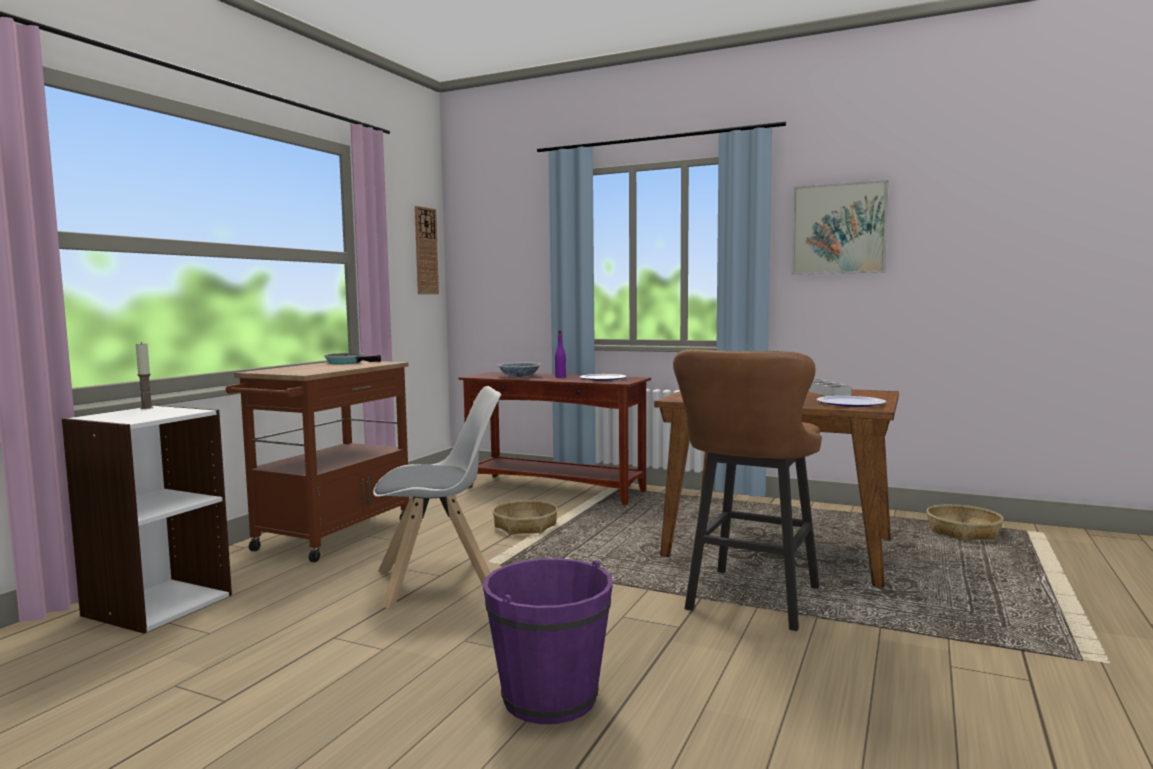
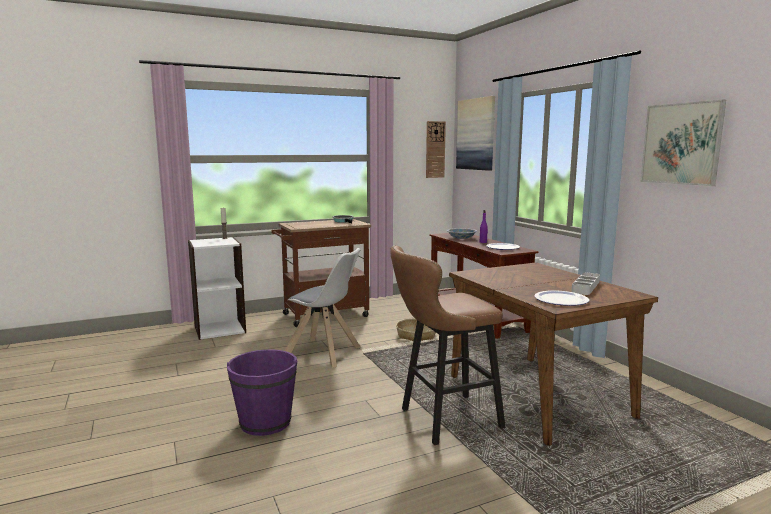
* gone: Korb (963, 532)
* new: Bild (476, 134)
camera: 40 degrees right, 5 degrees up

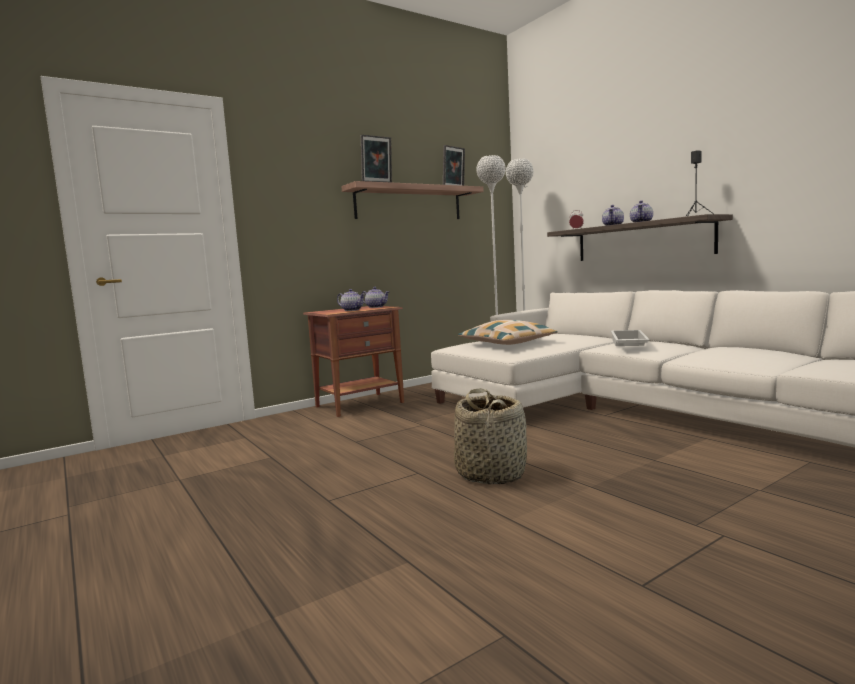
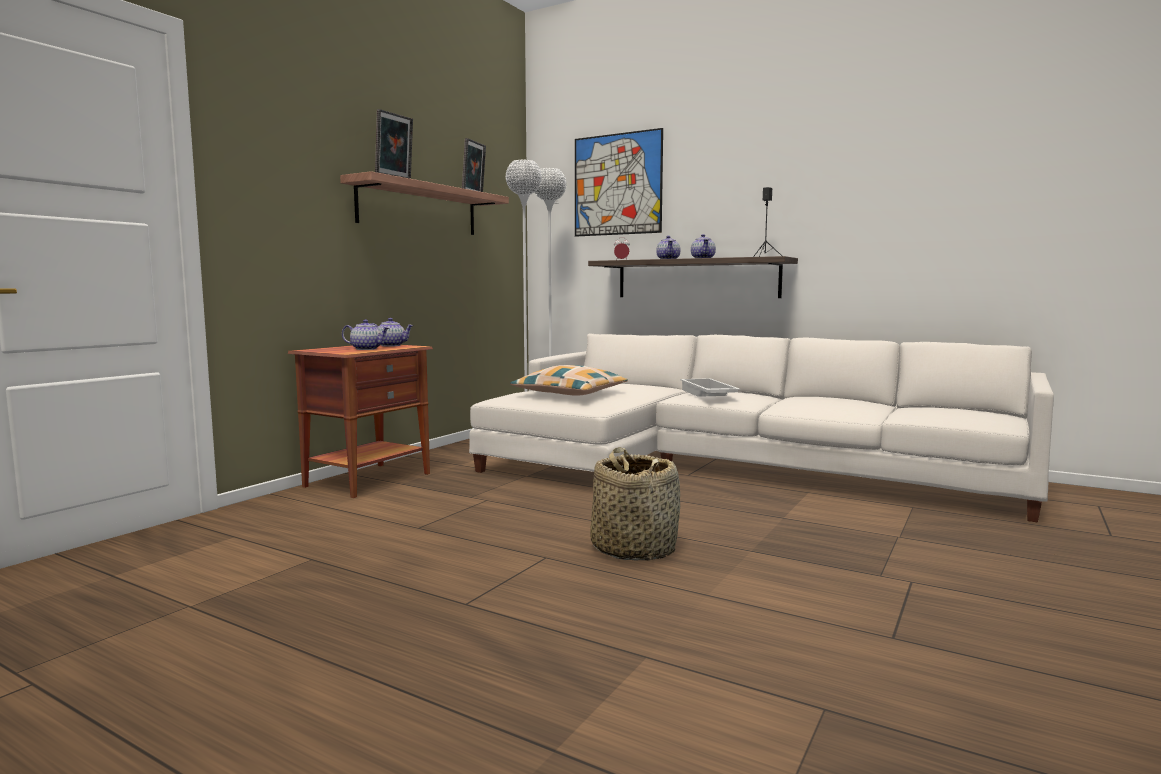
* new: Bild (617, 184)
camera: 25 degrees left, 0 degrees up

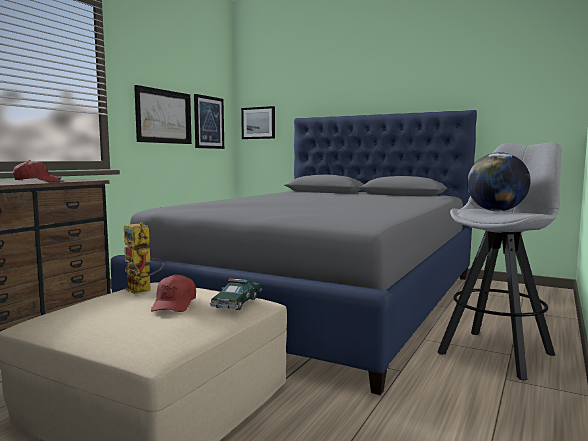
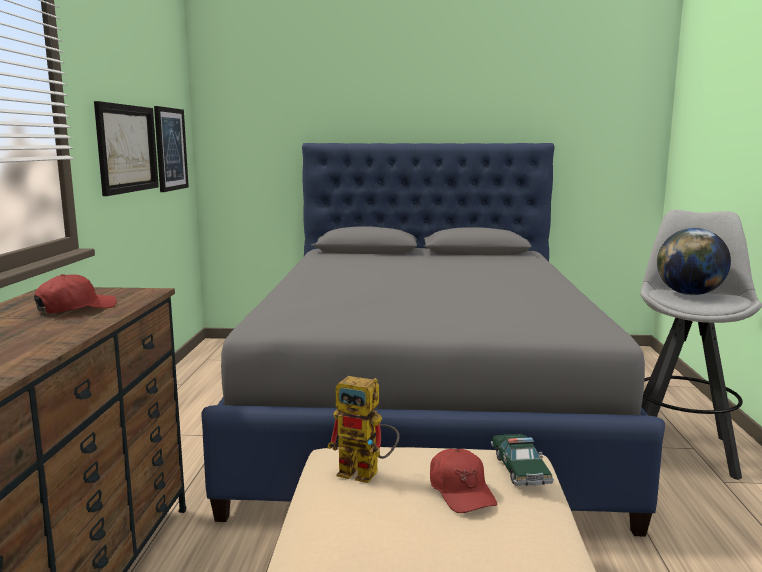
* gone: Bild (258, 123)
camera: 25 degrees left, 5 degrees up

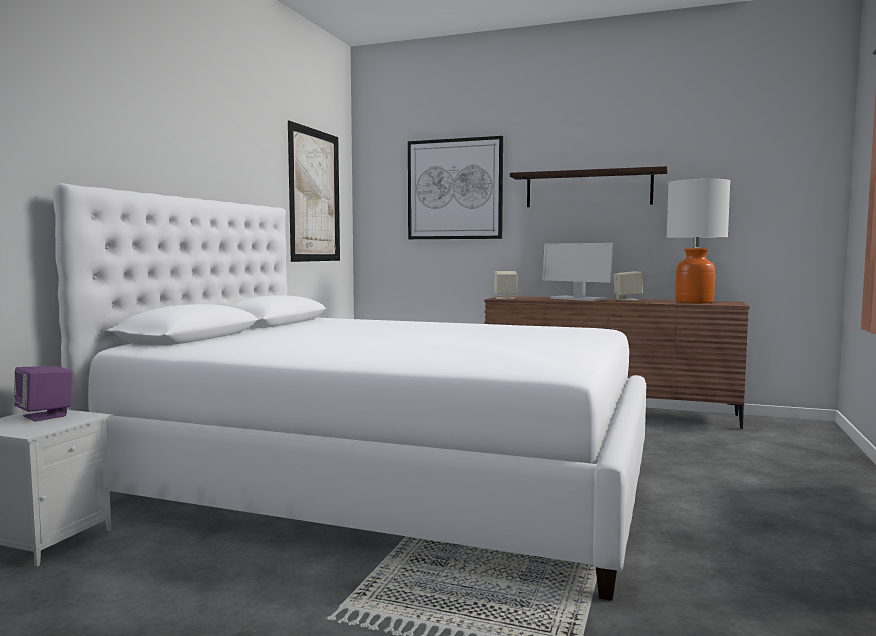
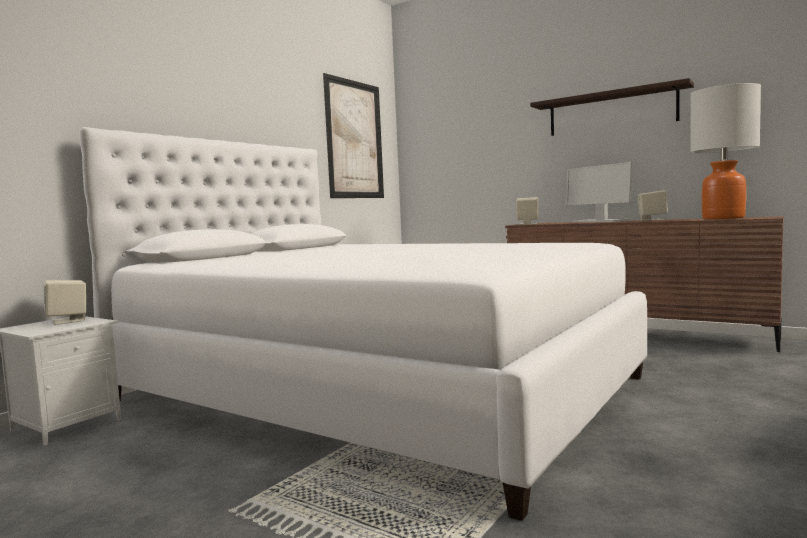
* repainted: Lautsprecher [lila] (45, 416) to Lautsprecher [beige] (68, 321)
* gone: Bild (454, 189)
camera: 15 degrees right, 0 degrees up

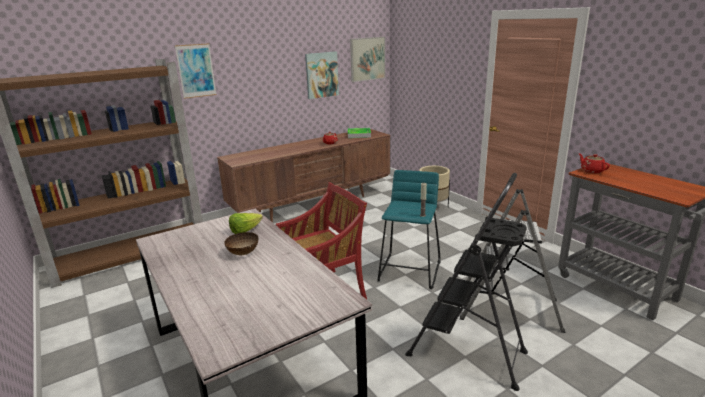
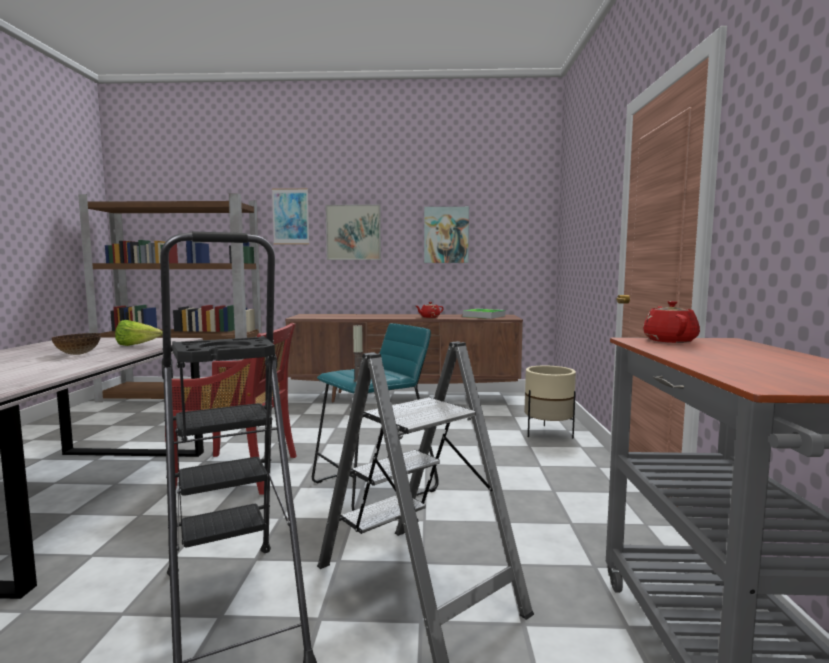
* shifted: Bild (367, 59) to (353, 232)
camera: 35 degrees right, 15 degrees down

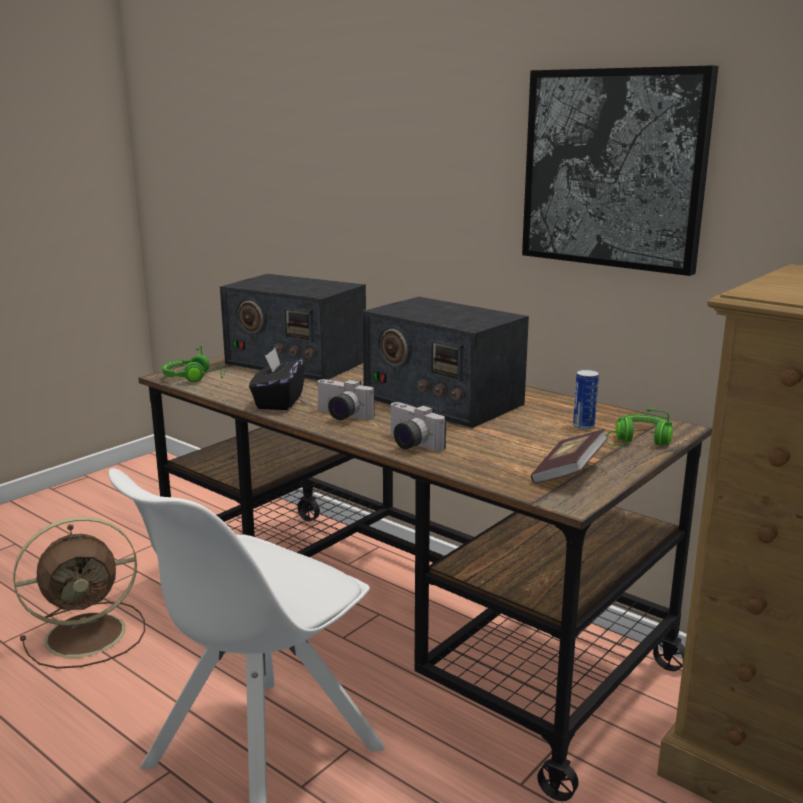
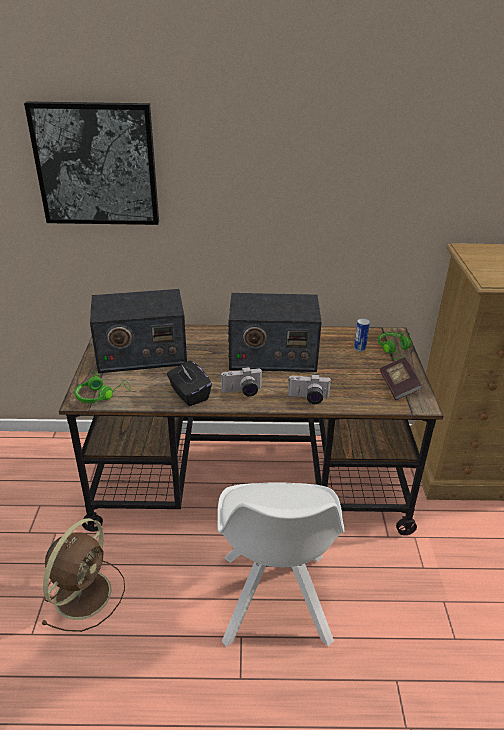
* shifted: Bild (614, 169) to (96, 164)
camera: 40 degrees left, 15 degrees up

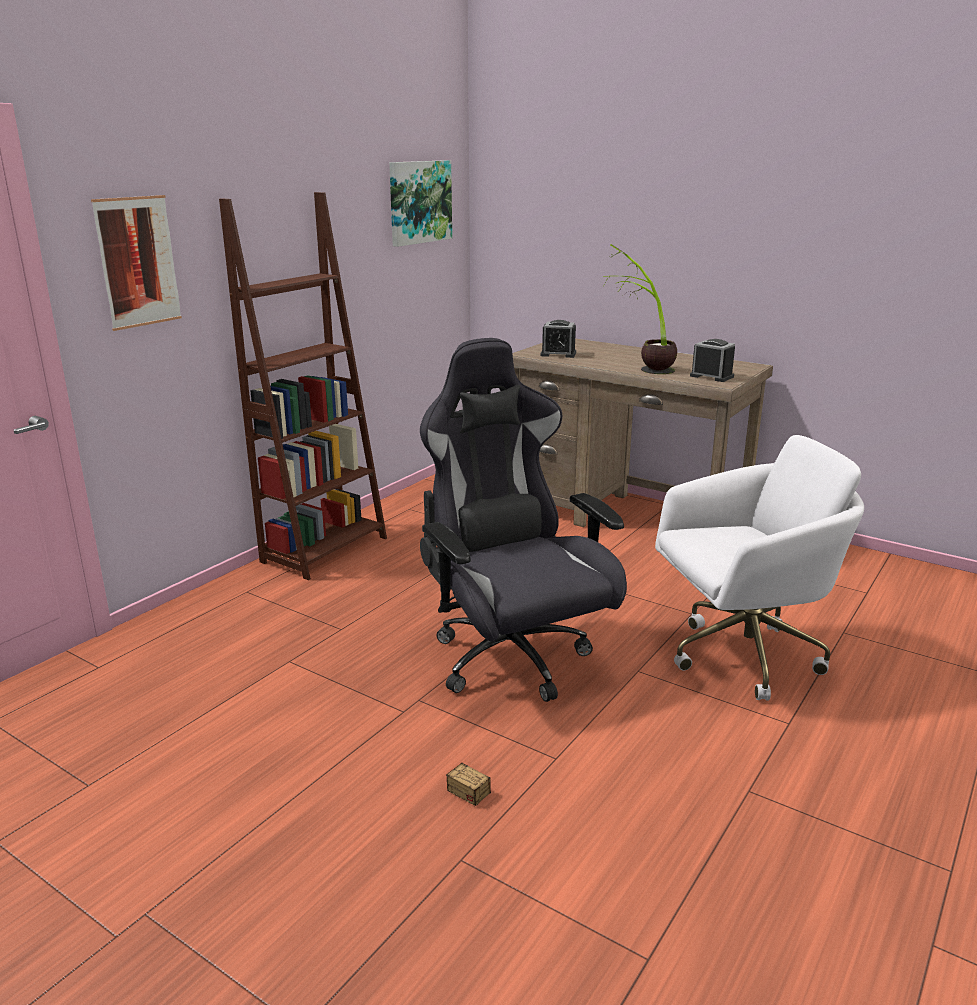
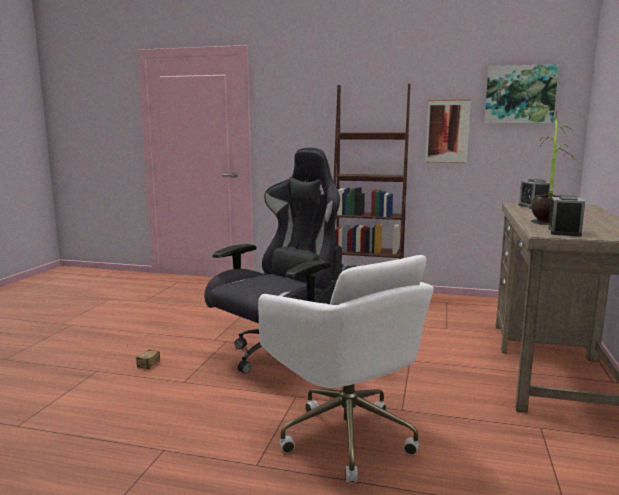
* shifted: Bild (138, 262) to (447, 131)
camera: 70 degrees right, 10 degrees down

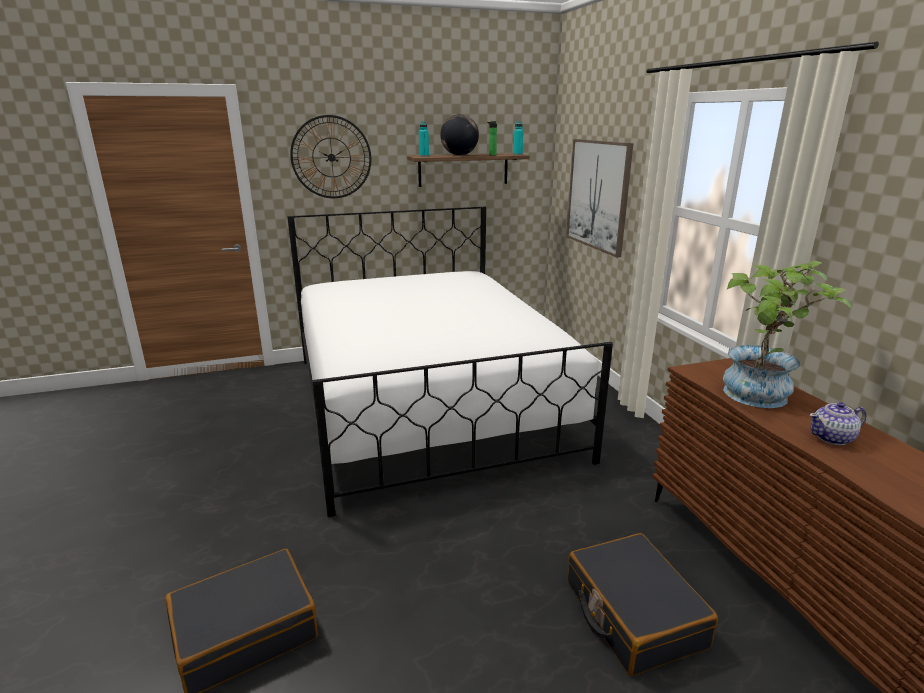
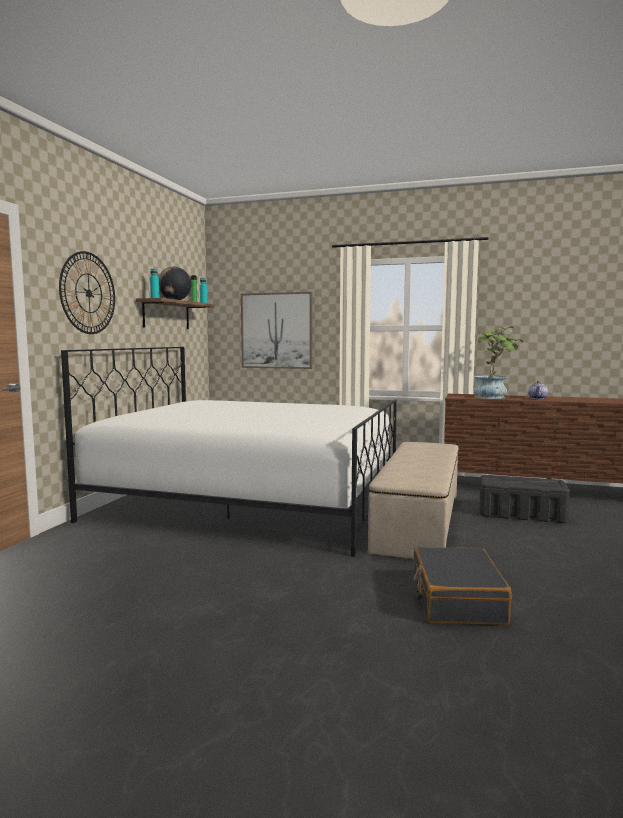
* swapped: Koffer [schwarz] (633, 614) to Aufbewahrungsbox [schwarz] (522, 514)
* new: Bank [beige] (418, 519)
camera: 55 degrees left, 15 degrees down

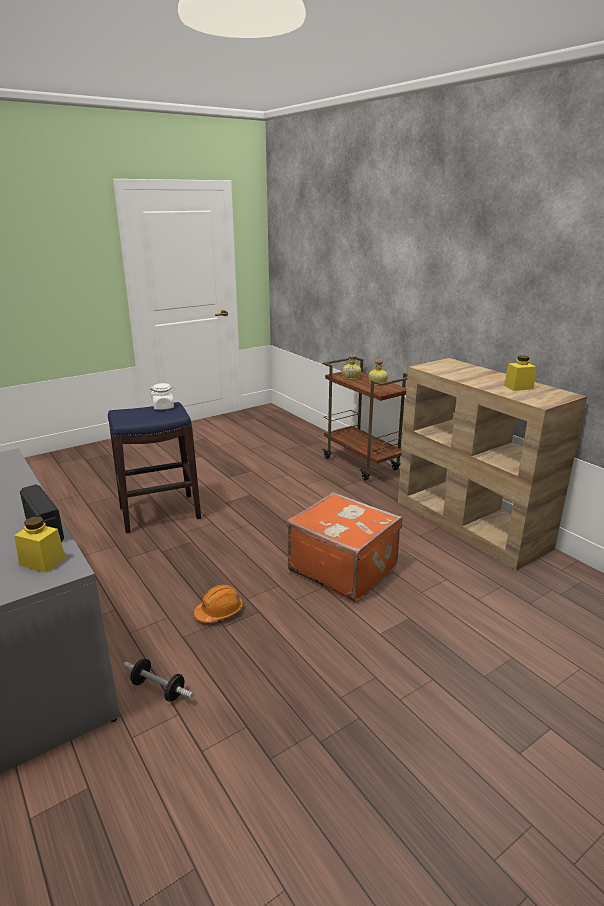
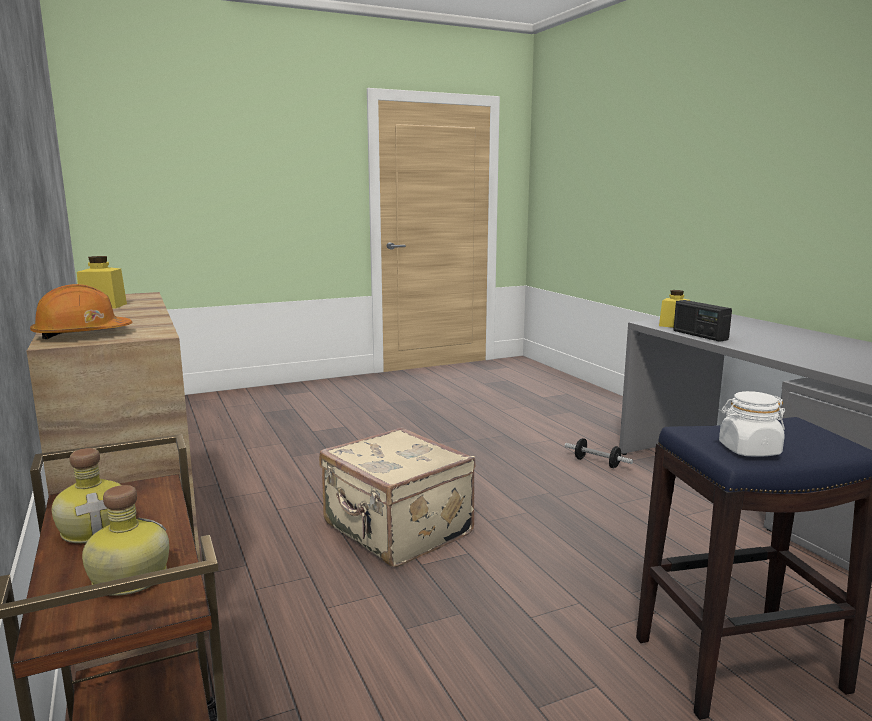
* shifted: Schutzhelm [orange] (219, 612) to (82, 335)
* repainted: Koffer [orange] (343, 568) to Koffer [beige] (396, 531)
camera: 170 degrees left, 10 degrees down

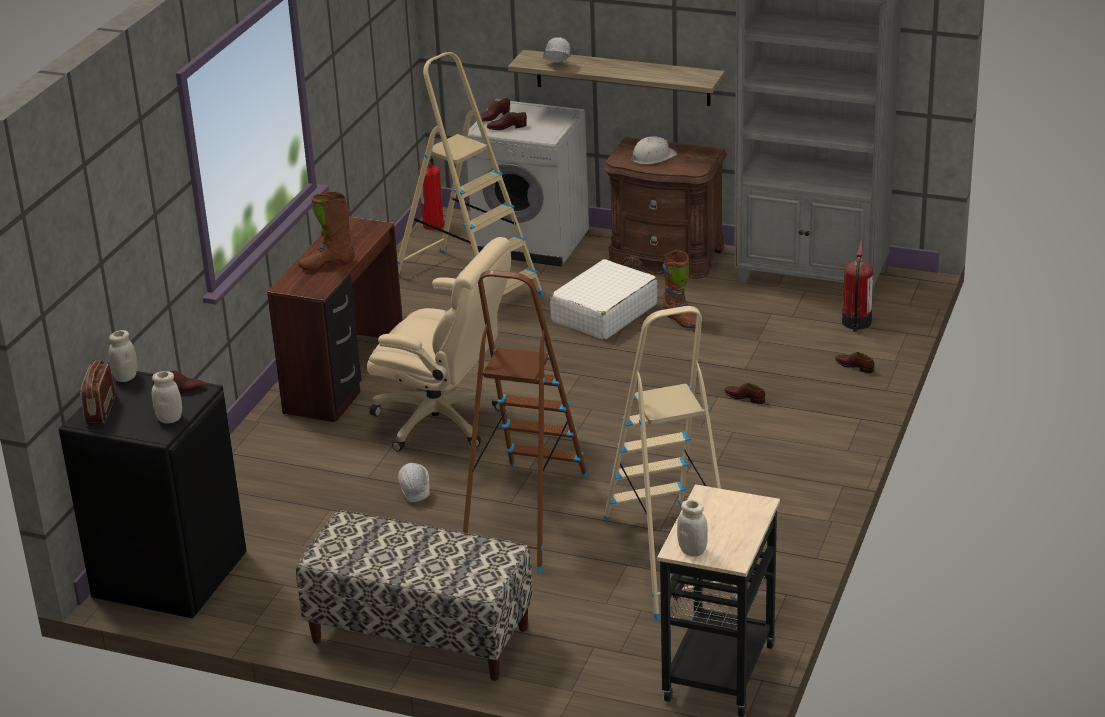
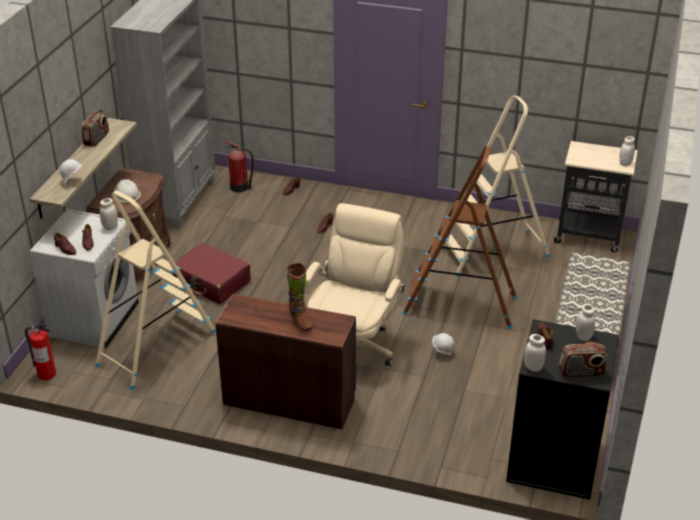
* repainted: Koffer [weiß] (604, 313) to Koffer [rot] (212, 282)
* gone: Stiefel [braun] (682, 320)
* new: Radio (96, 139)
* new: Vorratsglas [weiß] (110, 227)
camera: 95 degrees left, 5 degrees up

